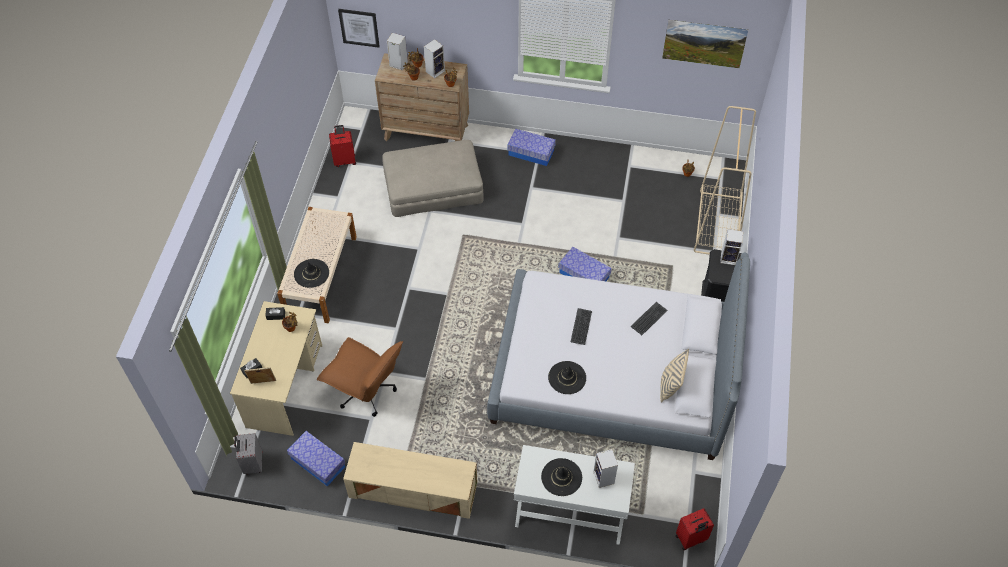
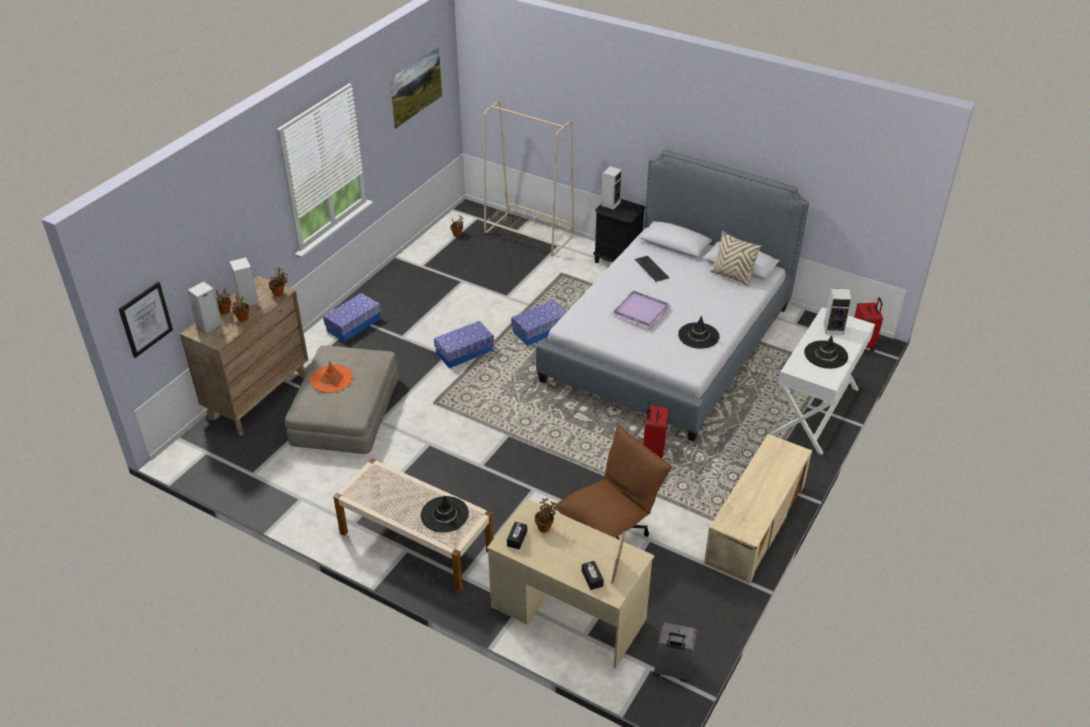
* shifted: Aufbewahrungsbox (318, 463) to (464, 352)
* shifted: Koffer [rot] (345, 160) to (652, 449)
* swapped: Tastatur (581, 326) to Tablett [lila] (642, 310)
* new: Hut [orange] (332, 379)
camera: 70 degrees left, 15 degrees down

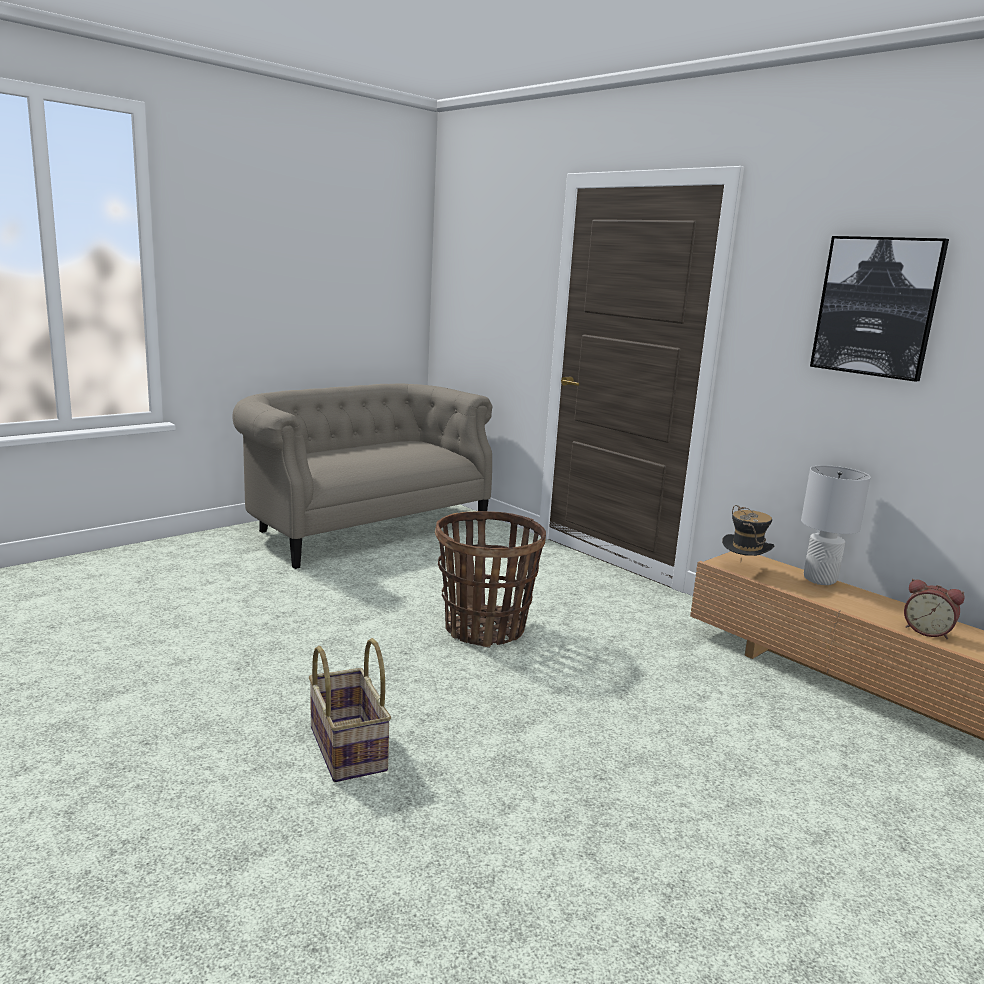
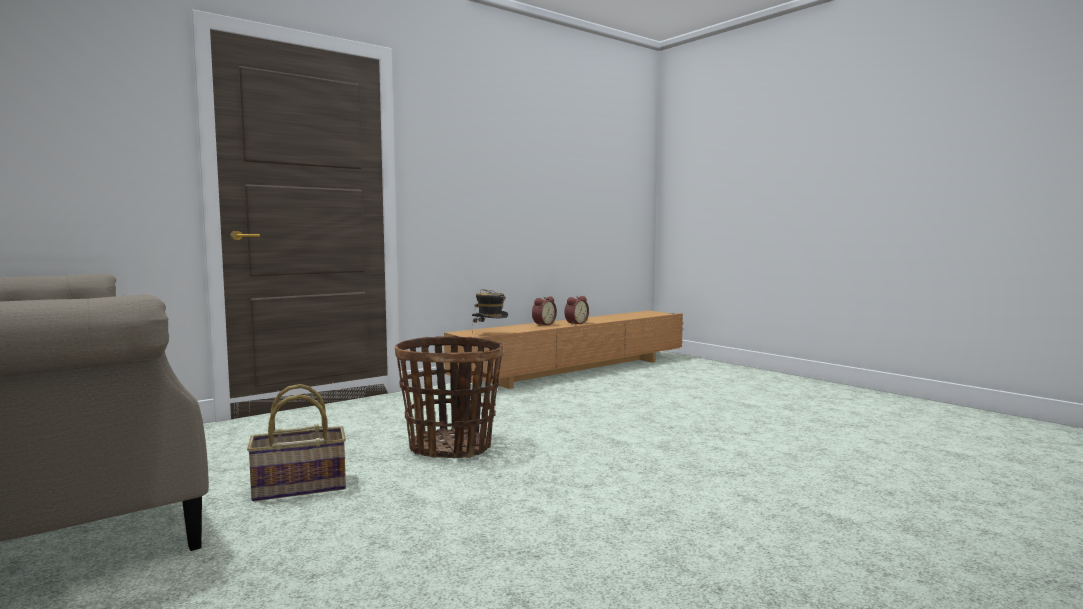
* shifted: Korb (345, 748) to (299, 487)
* gone: Tischlampe [grau] (819, 581)
* gone: Bild (876, 307)
* new: Wecker (543, 324)
camera: 85 degrees left, 10 degrees down

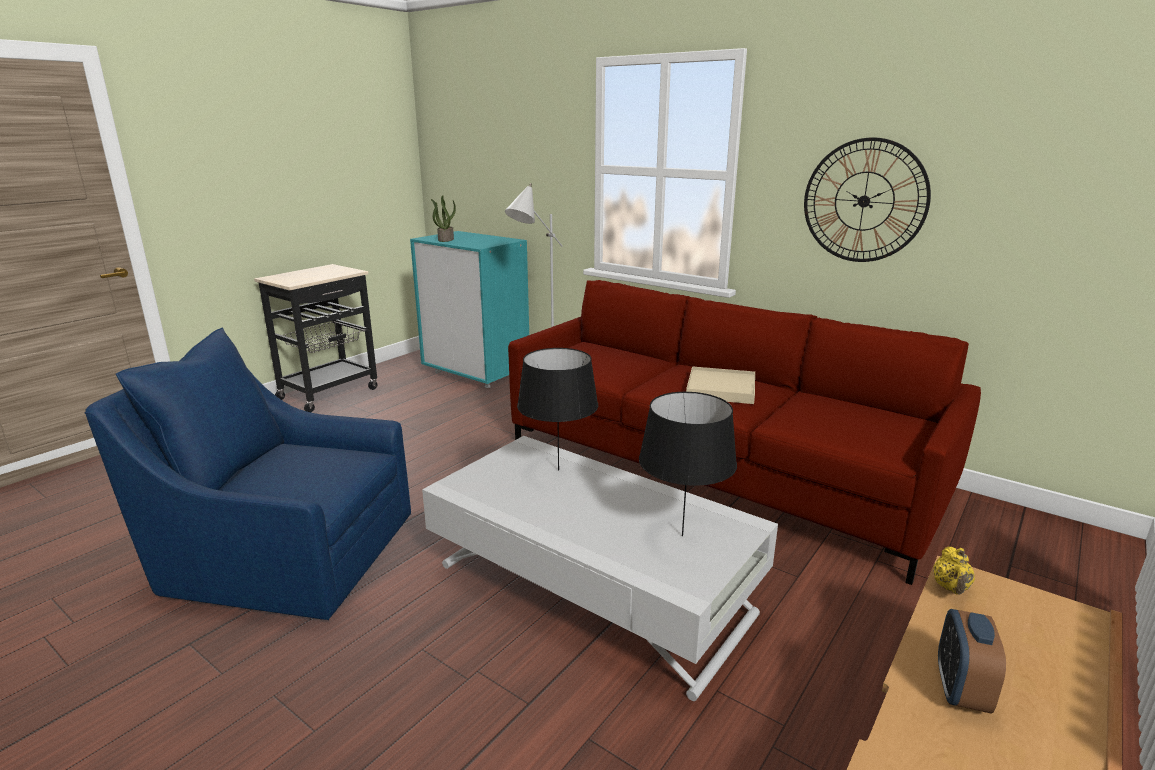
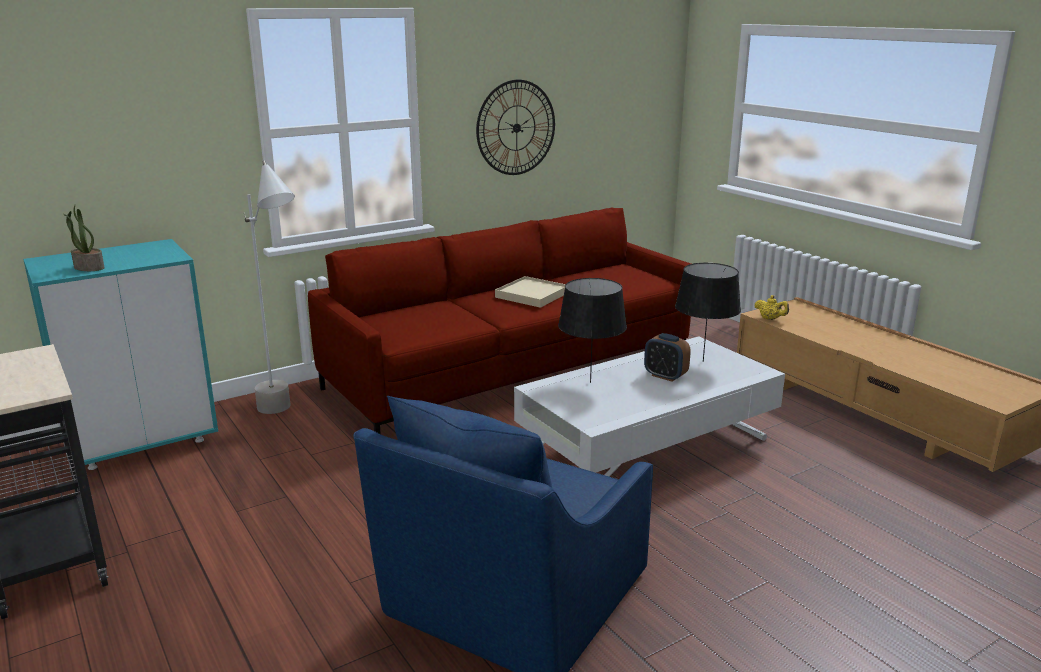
* shifted: Wecker (960, 690) to (665, 376)
camera: 70 degrees left, 0 degrees up

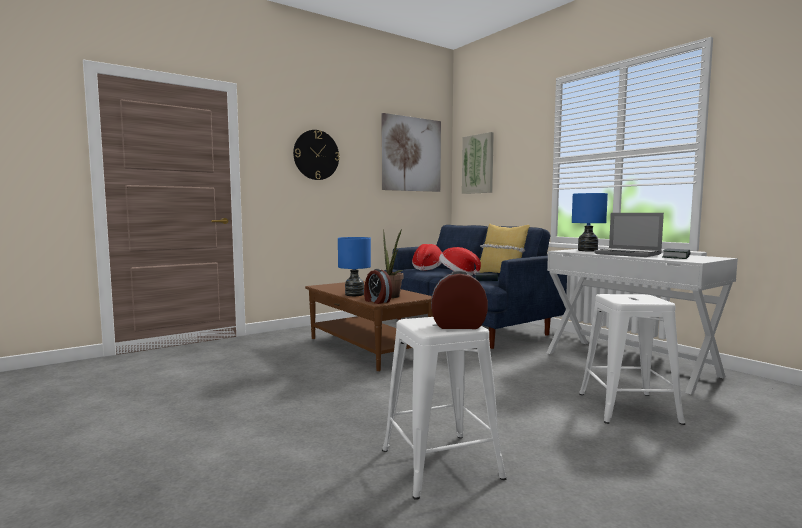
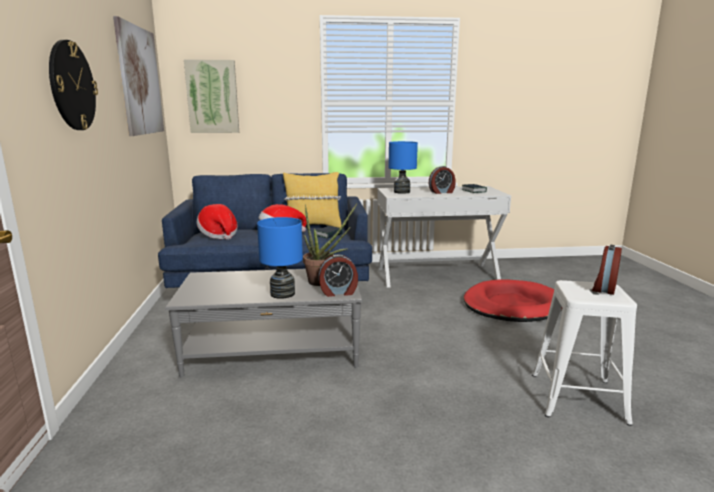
* repainted: Couchtisch [braun] (368, 348) to Couchtisch [grau] (274, 352)
* swapped: Hocker [weiß] (628, 407) to Hundebett [rot] (511, 305)
* swapped: Laptop (628, 254) to Wecker (442, 192)
camera: 60 degrees left, 10 degrees up

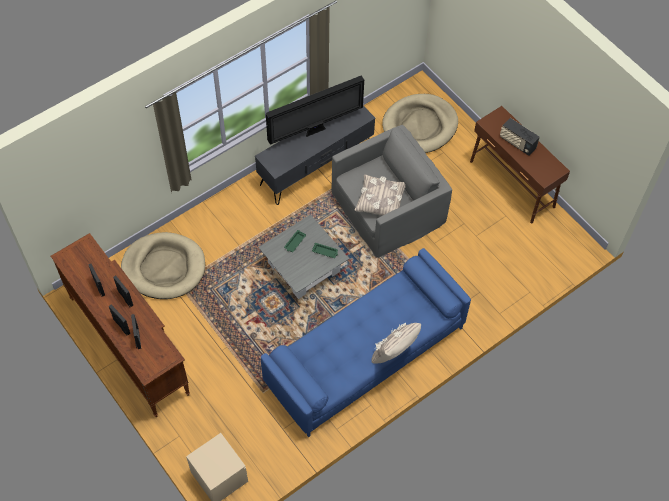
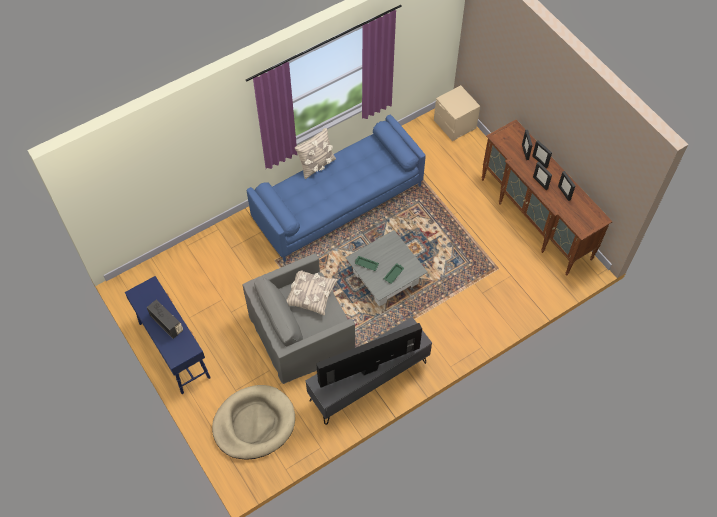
* gone: Hundebett [beige] (164, 267)
* repainted: Konsolentisch [braun] (511, 184) to Konsolentisch [blau] (175, 350)
camera: 175 degrees left, 0 degrees up

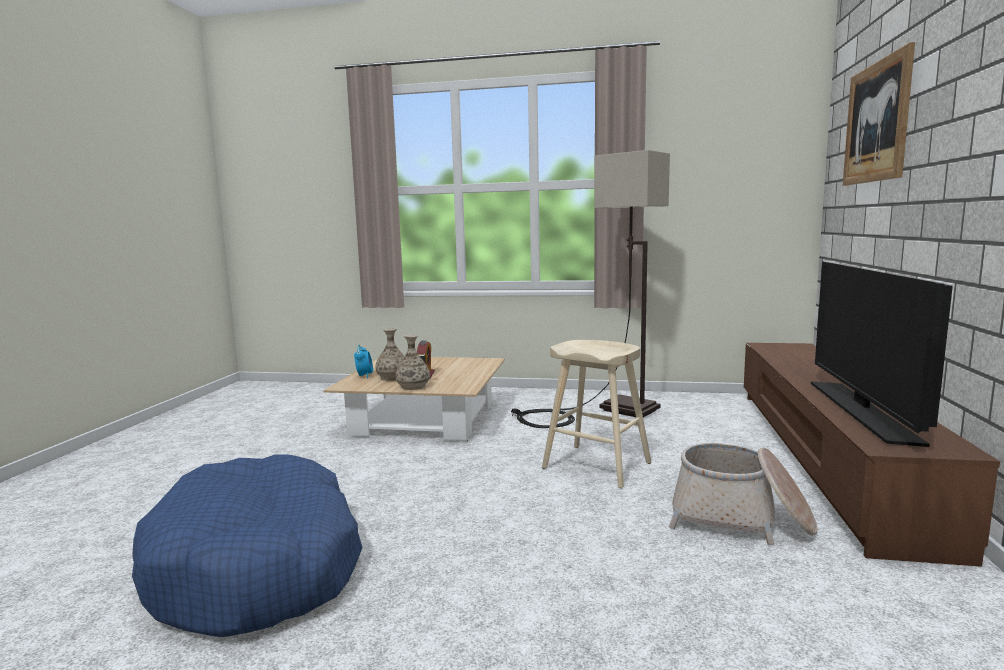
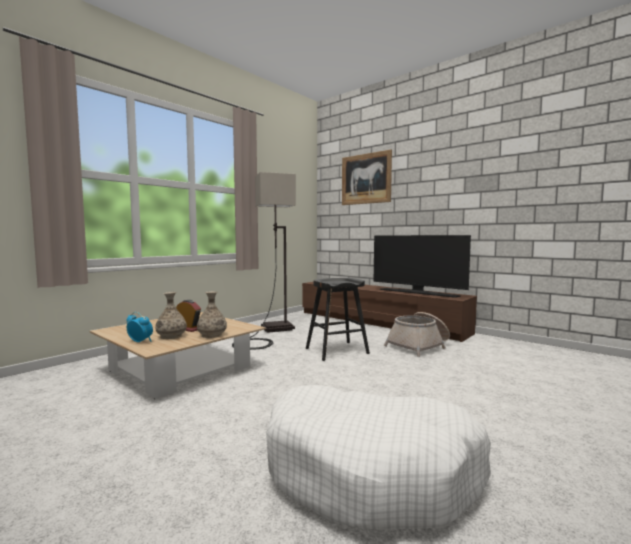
* repainted: Hundebett [blau] (259, 567) to Hundebett [weiß] (371, 471)
* repainted: Hocker [beige] (596, 465) to Hocker [schwarz] (336, 351)
camera: 60 degrees left, 5 degrees down

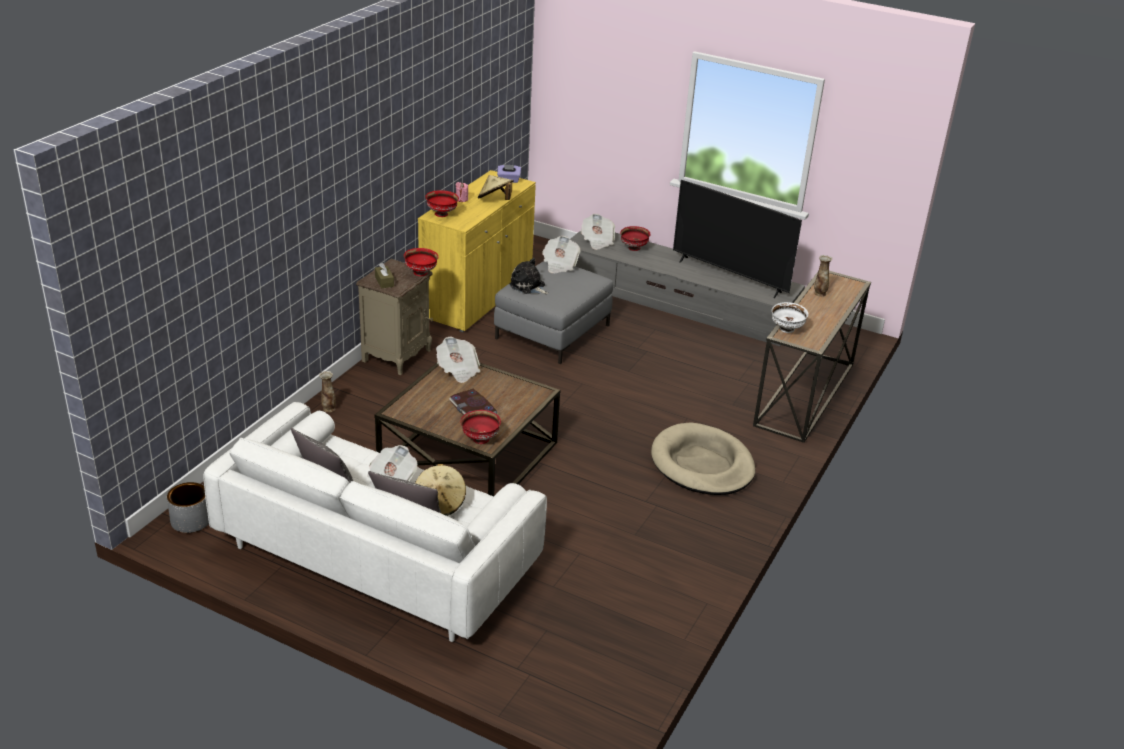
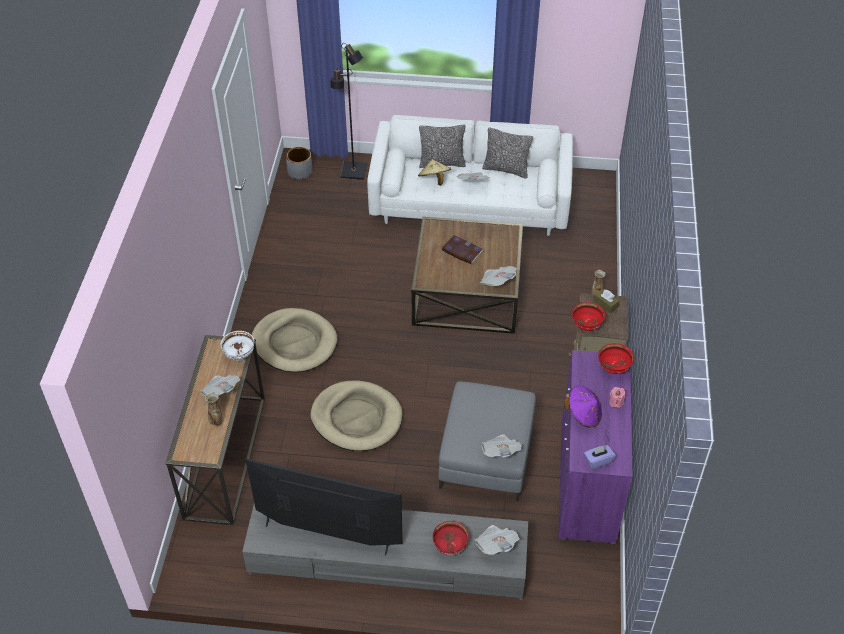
* shifted: Pflanzkübel [grau] (190, 521) to (300, 171)
* repainted: Schrank [gelb] (477, 297) to Schrank [lila] (587, 480)
* gone: Schüssel [rot] (480, 439)
* repainted: Hut [beige] (495, 200) to Hut [lila] (583, 414)
* gone: Plüschtier (528, 286)
* new: Zeitung (221, 392)
* new: Hundebett [beige] (356, 418)
* new: Stehlampe [schwarz] (353, 171)
camera: 160 degrees right, 15 degrees up

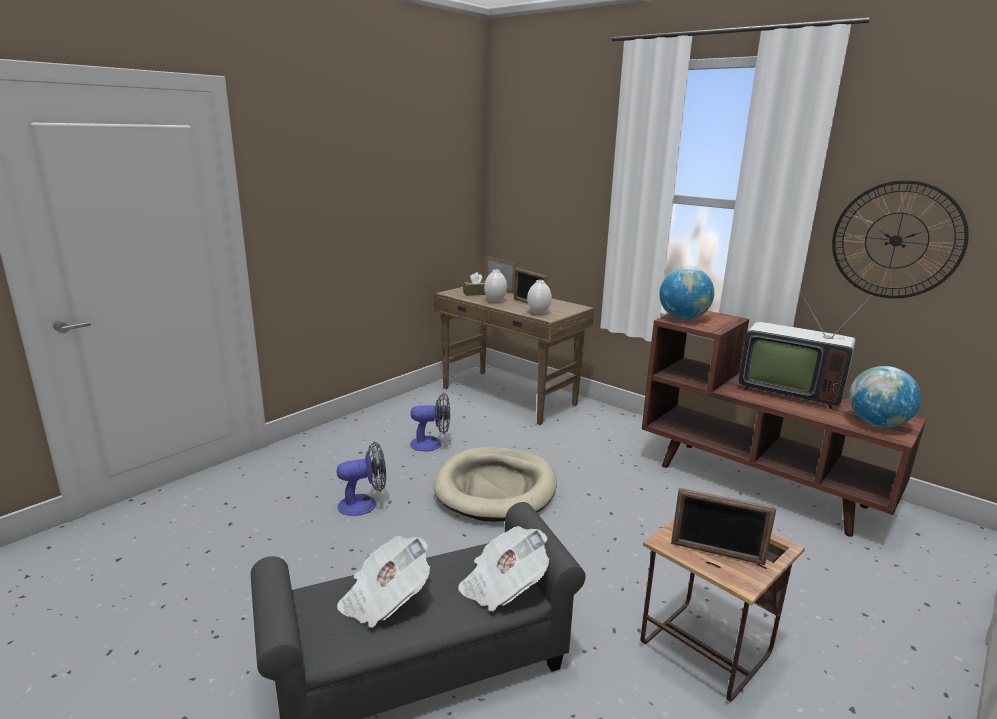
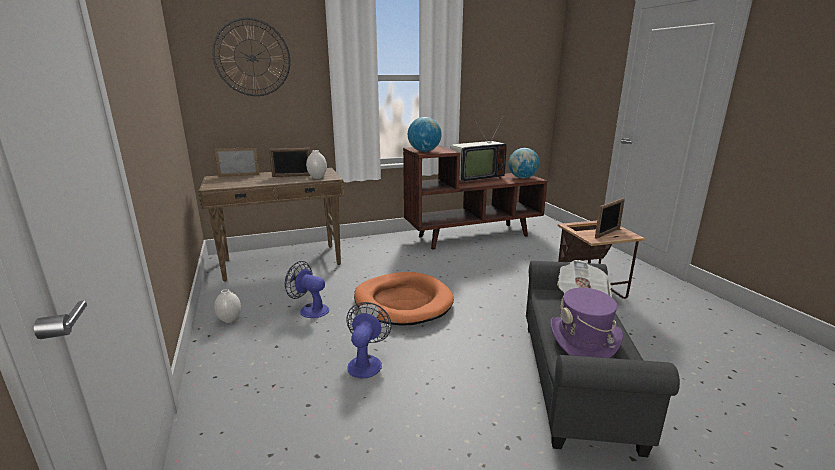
* swapped: Zeitung (384, 599) to Hut [lila] (584, 340)
* rotated: Ventilator (432, 444) = (310, 309) 90 degrees counterclockwise
* repainted: Hundebett [beige] (496, 488) to Hundebett [orange] (403, 302)
* gone: Taschentuchbox [braun] (476, 293)
* shifted: Vase [weiß] (495, 301) to (230, 320)
* shifted: Wanduhr (896, 240) to (252, 58)
camera: 60 degrees left, 0 degrees up

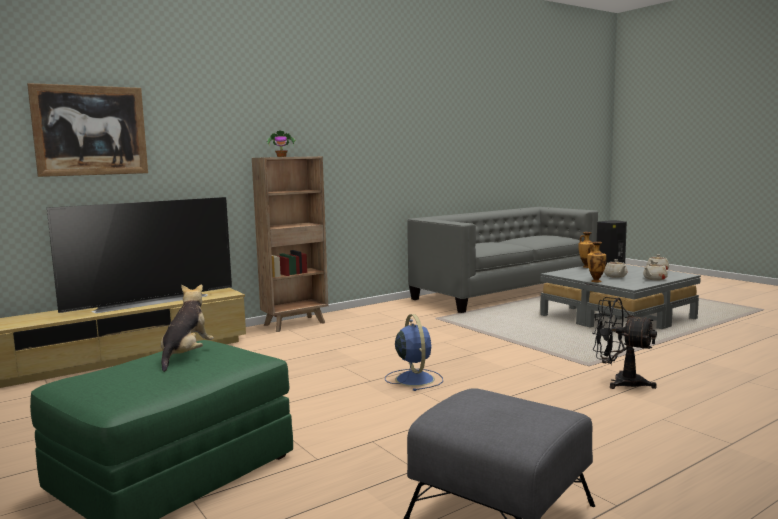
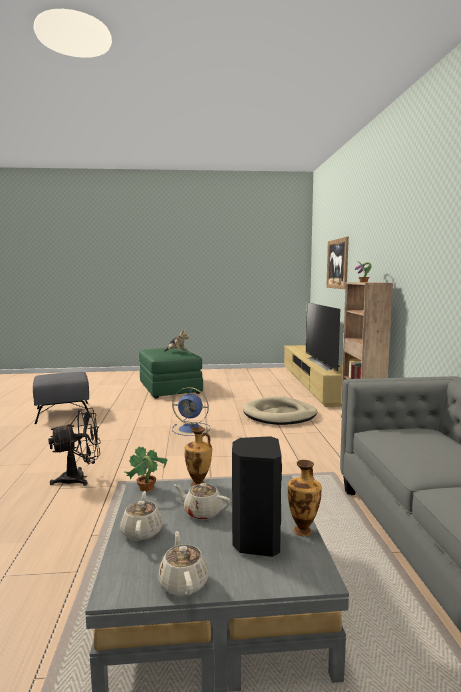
* new: Topfpflanze (146, 488)
* new: Hundebett [beige] (279, 415)
camera: 120 degrees right, 0 degrees up

